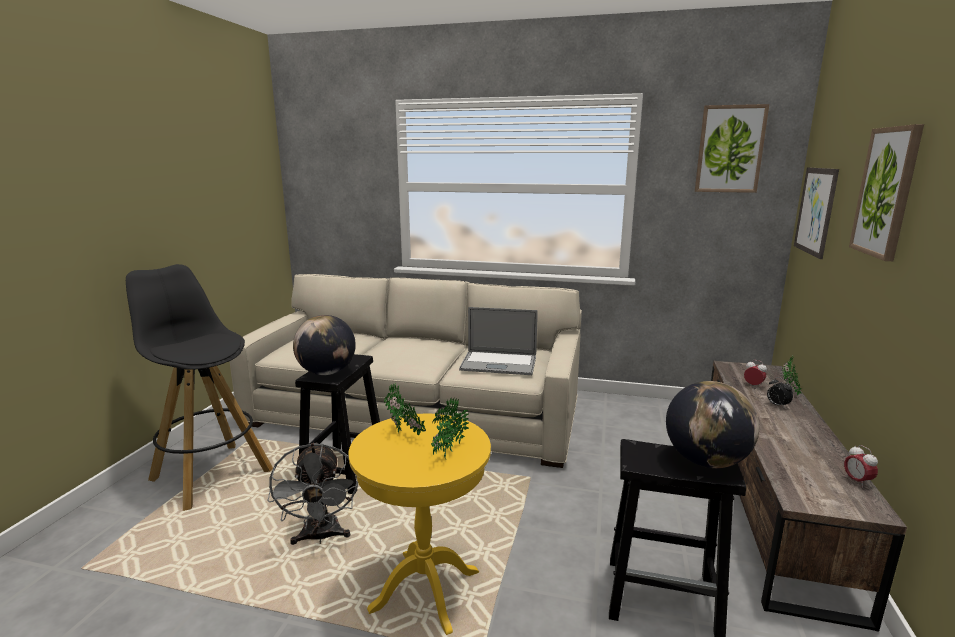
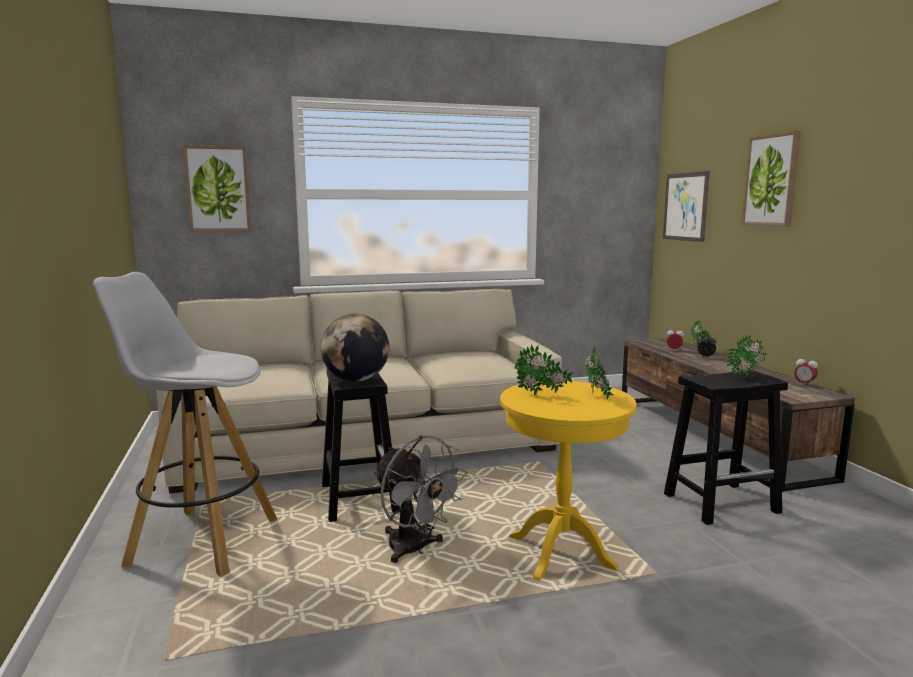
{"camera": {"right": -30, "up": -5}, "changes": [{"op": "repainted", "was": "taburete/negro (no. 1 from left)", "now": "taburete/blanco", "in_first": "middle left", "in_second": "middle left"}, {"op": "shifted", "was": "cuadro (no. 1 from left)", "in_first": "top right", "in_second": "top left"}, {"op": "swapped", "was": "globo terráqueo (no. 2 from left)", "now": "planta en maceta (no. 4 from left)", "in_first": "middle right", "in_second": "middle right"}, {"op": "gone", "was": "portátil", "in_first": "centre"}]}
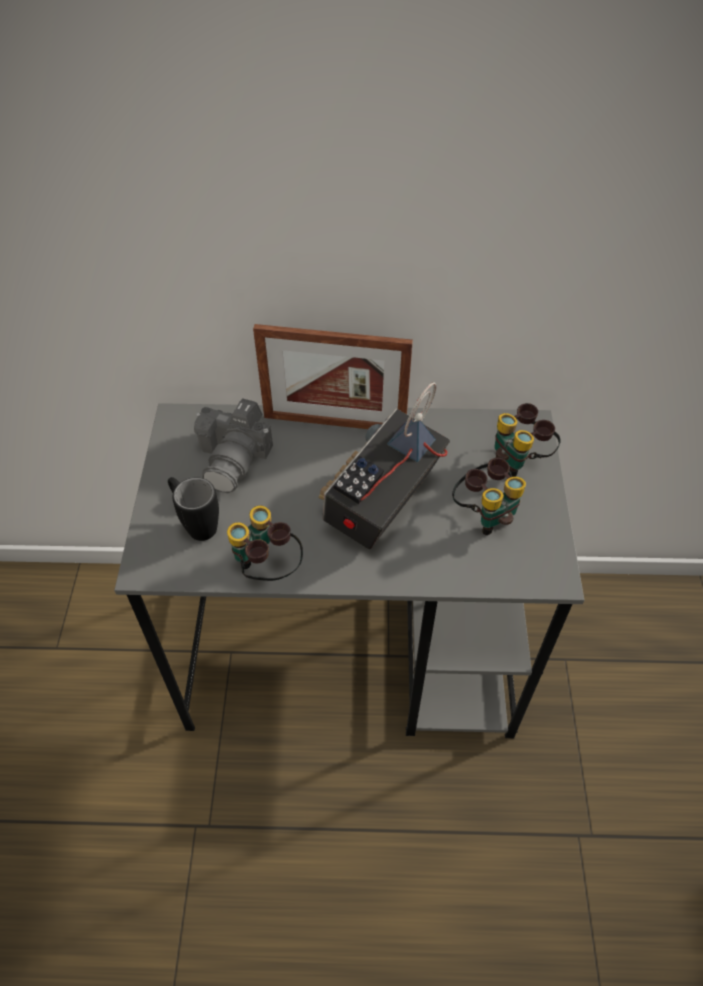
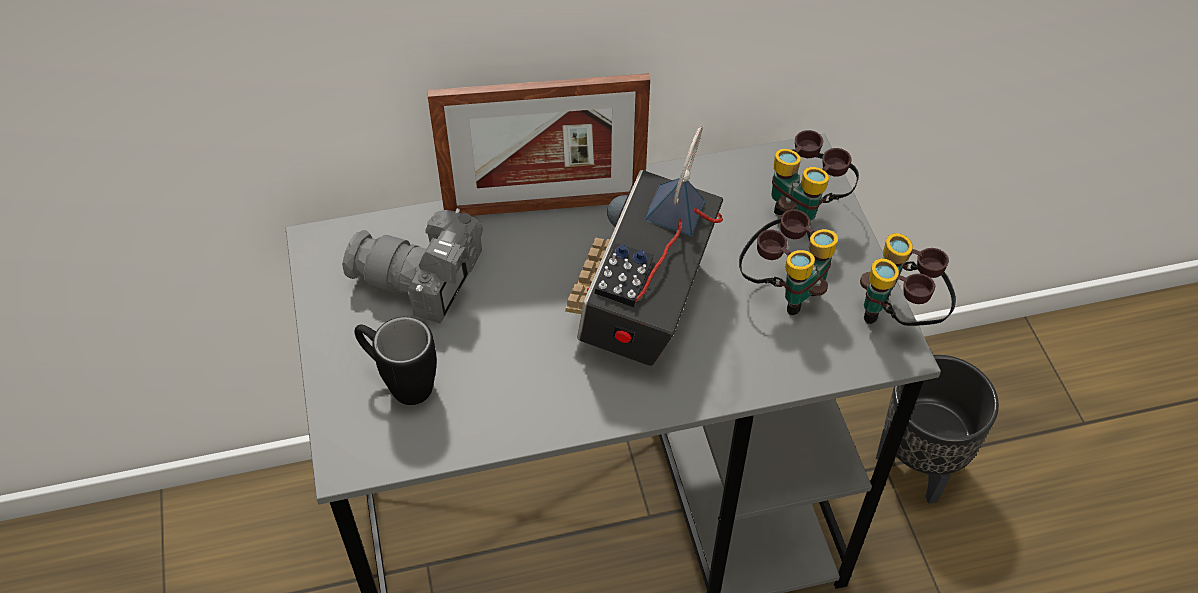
{"camera": {"right": -15, "up": 0}, "changes": [{"op": "rotated", "was": "cámara", "in_first": "middle left", "in_second": "centre", "clockwise": 105}, {"op": "shifted", "was": "prismáticos (no. 1 from left in the first image)", "now": "prismáticos (no. 3 from left)", "in_first": "centre", "in_second": "middle right"}, {"op": "new", "now": "maceta/negro", "in_second": "bottom right"}]}
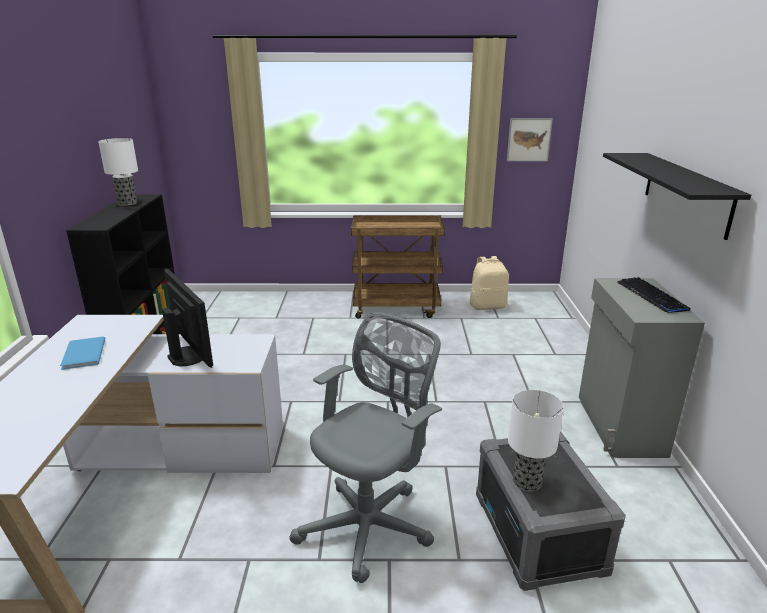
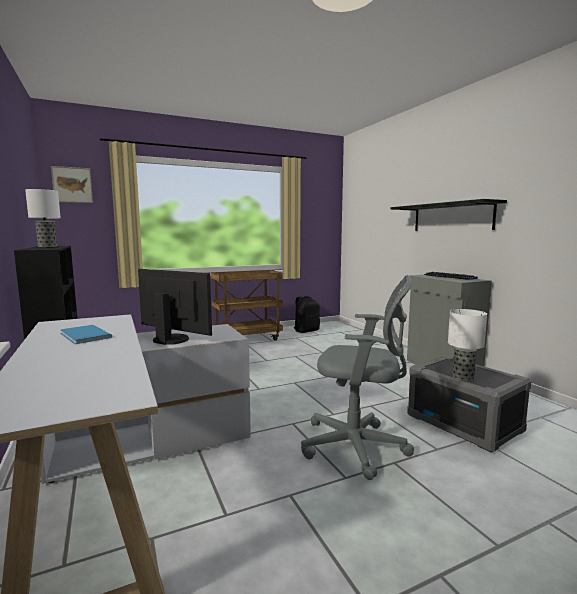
{"camera": {"right": -25, "up": -15}, "changes": [{"op": "shifted", "was": "cuadro", "in_first": "top right", "in_second": "top left"}, {"op": "repainted", "was": "mochila/beis", "now": "mochila/negro", "in_first": "centre", "in_second": "centre"}, {"op": "rotated", "was": "silla de oficina/gris", "in_first": "bottom centre", "in_second": "centre", "clockwise": 90}]}
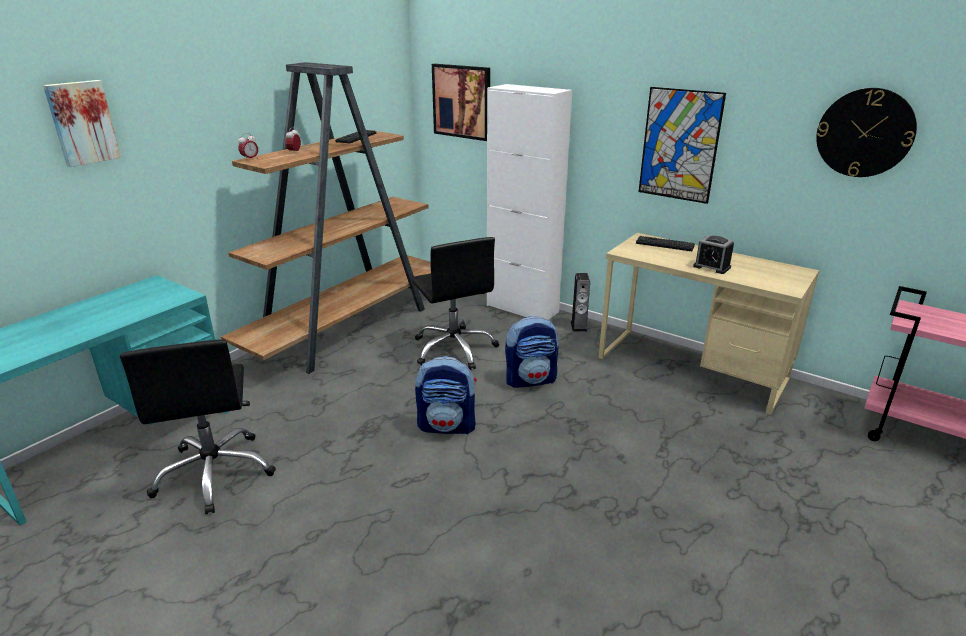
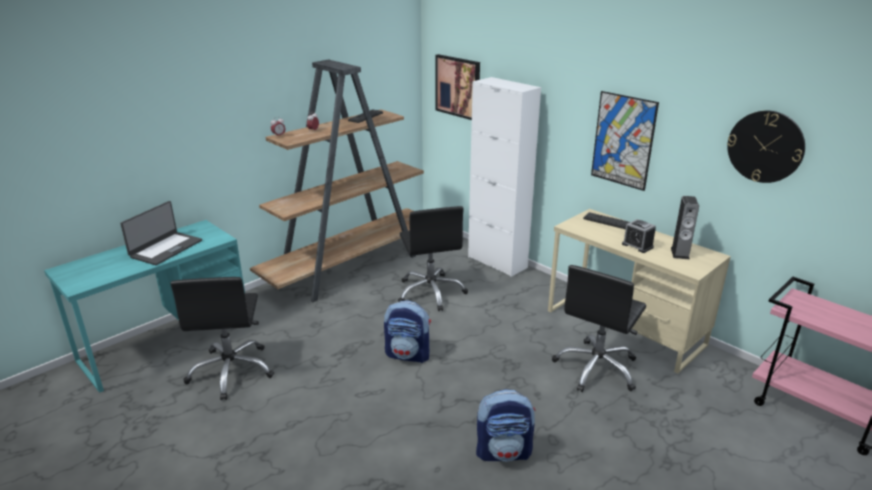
{"camera": {"right": 10, "up": 0}, "changes": [{"op": "new", "now": "portátil", "in_second": "middle left"}, {"op": "shifted", "was": "mochila (no. 2 from left)", "in_first": "centre", "in_second": "bottom centre"}, {"op": "new", "now": "silla de oficina/negro (no. 3 from left)", "in_second": "bottom right"}, {"op": "shifted", "was": "altavoz", "in_first": "centre", "in_second": "middle right"}, {"op": "gone", "was": "cuadro (no. 1 from left)", "in_first": "top left"}]}
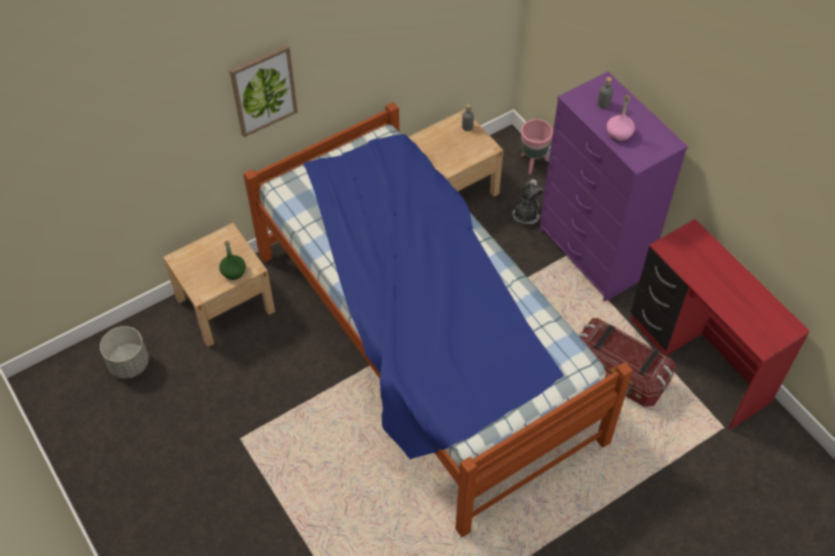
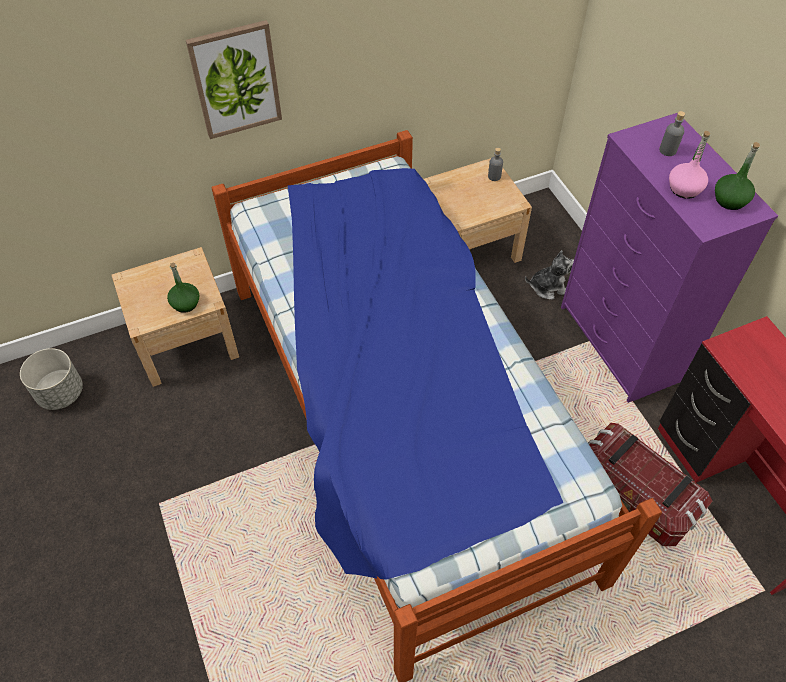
{"camera": {"right": 10, "up": 0}, "changes": [{"op": "rotated", "was": "peluche", "in_first": "centre", "in_second": "middle right", "clockwise": 60}, {"op": "new", "now": "botella/verde (no. 2 from left)", "in_second": "top right"}, {"op": "gone", "was": "maceta/rosa", "in_first": "top centre"}]}
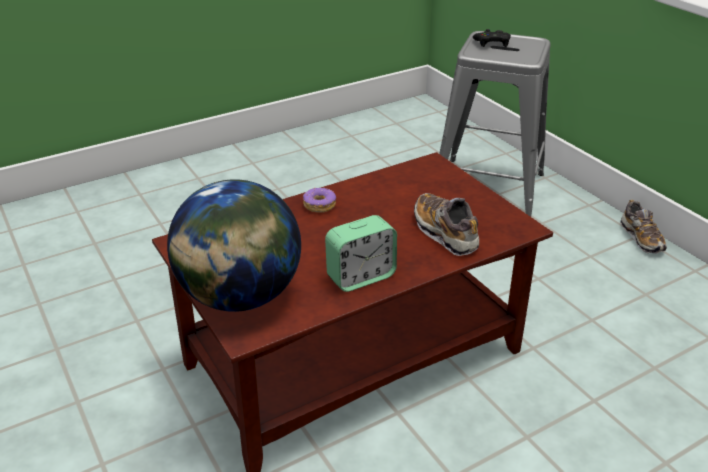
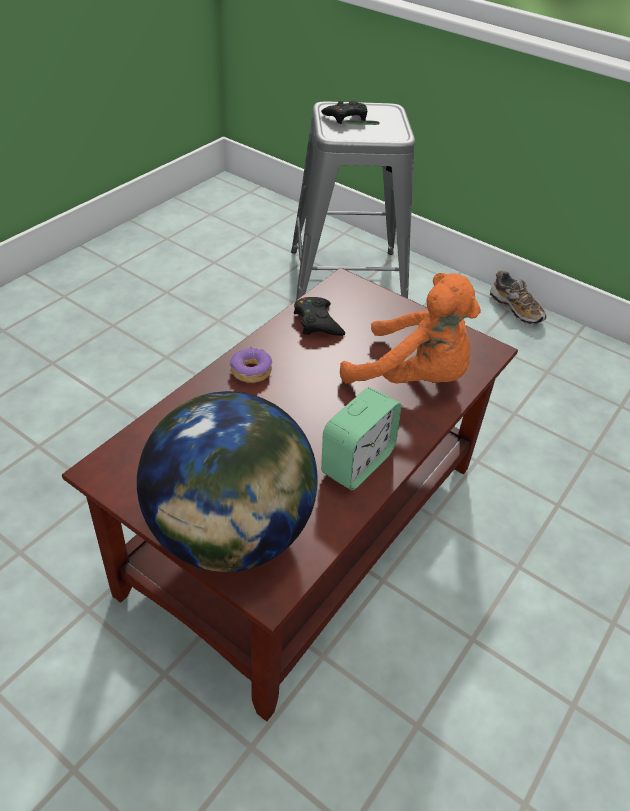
{"camera": {"right": -25, "up": 10}, "changes": [{"op": "new", "now": "mando de consola/negro (no. 1 from left)", "in_second": "centre"}, {"op": "swapped", "was": "zapato (no. 1 from left)", "now": "peluche/naranja", "in_first": "centre", "in_second": "centre"}]}
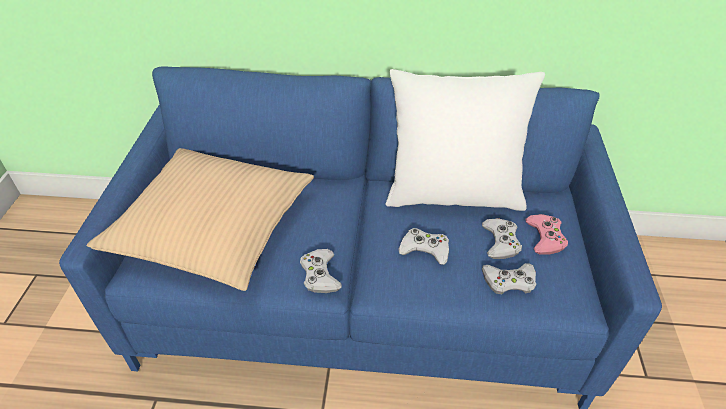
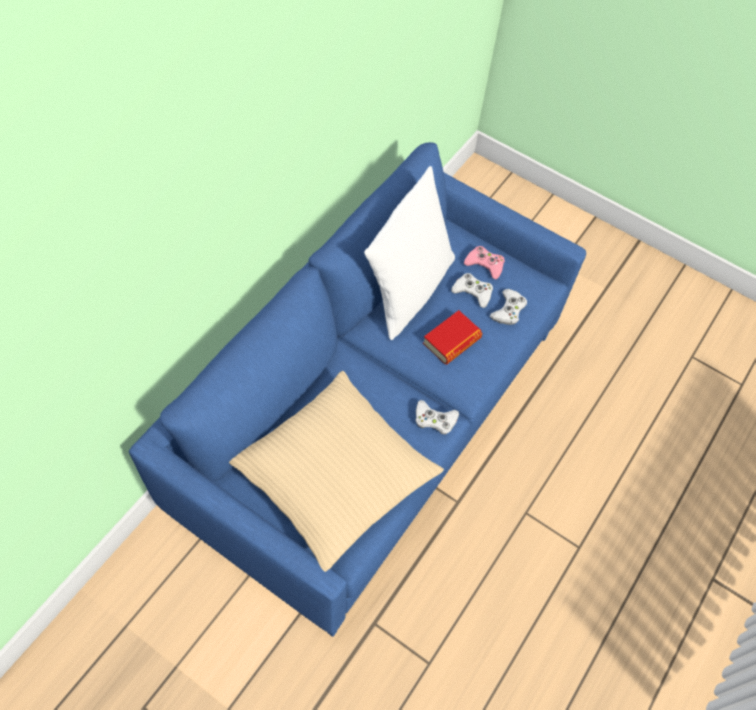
{"camera": {"right": -65, "up": 15}, "changes": [{"op": "swapped", "was": "mando de consola/blanco (no. 2 from left)", "now": "libro", "in_first": "centre", "in_second": "centre"}]}
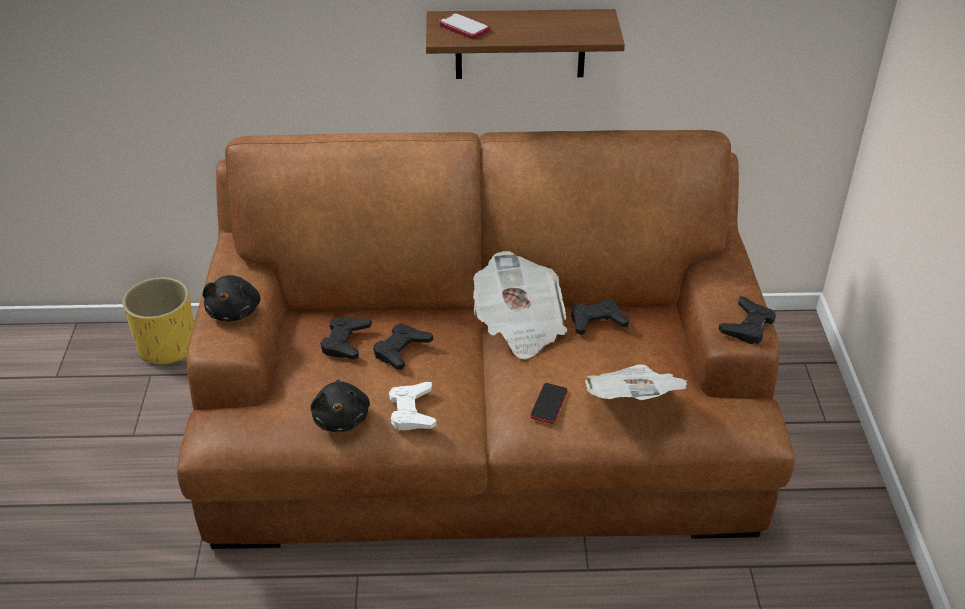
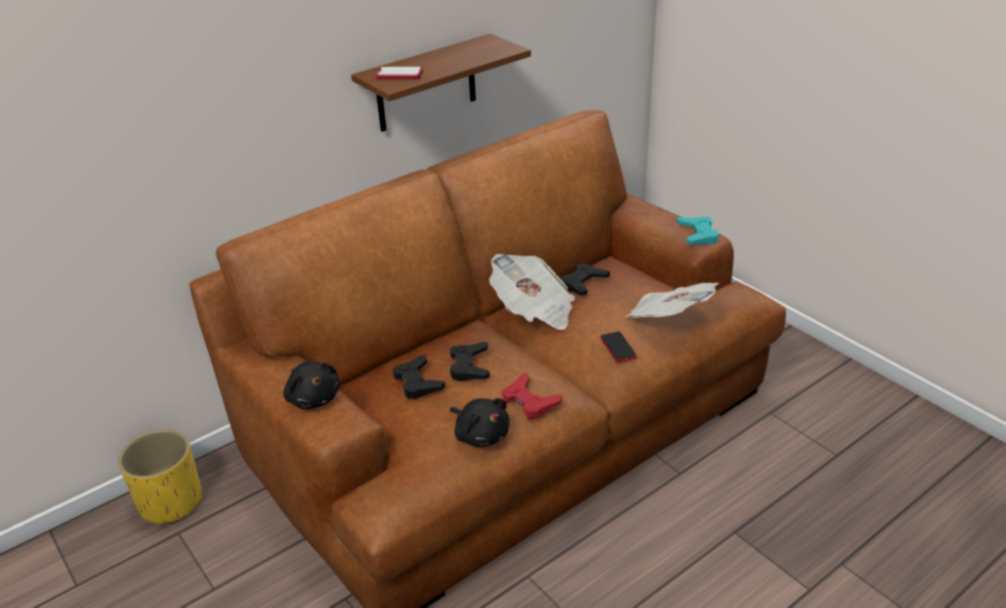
{"camera": {"right": -35, "up": -5}, "changes": [{"op": "repainted", "was": "mando de consola/blanco", "now": "mando de consola/rojo", "in_first": "bottom centre", "in_second": "centre"}, {"op": "repainted", "was": "mando de consola/negro (no. 4 from left)", "now": "mando de consola/turquesa", "in_first": "middle right", "in_second": "middle right"}]}
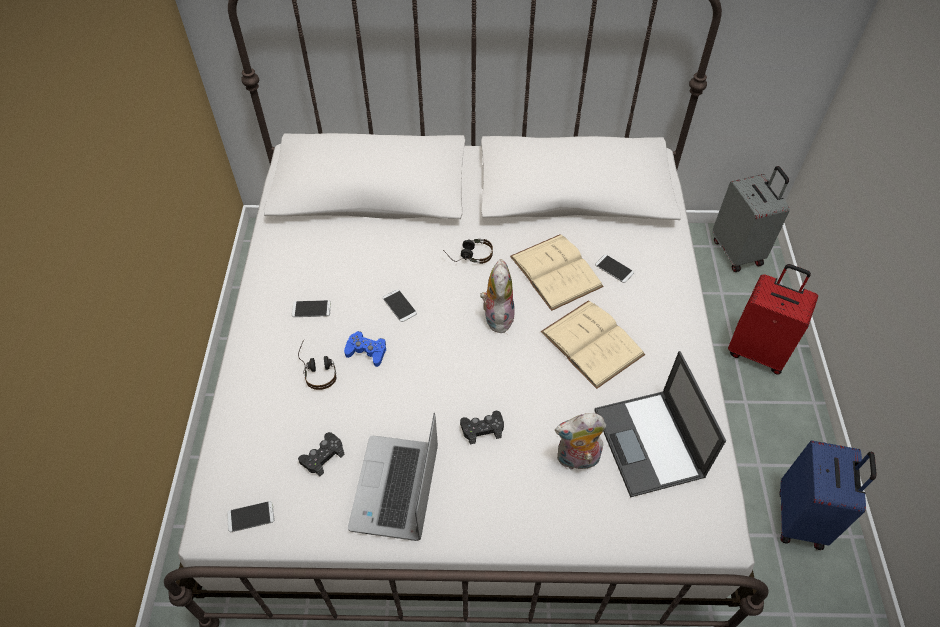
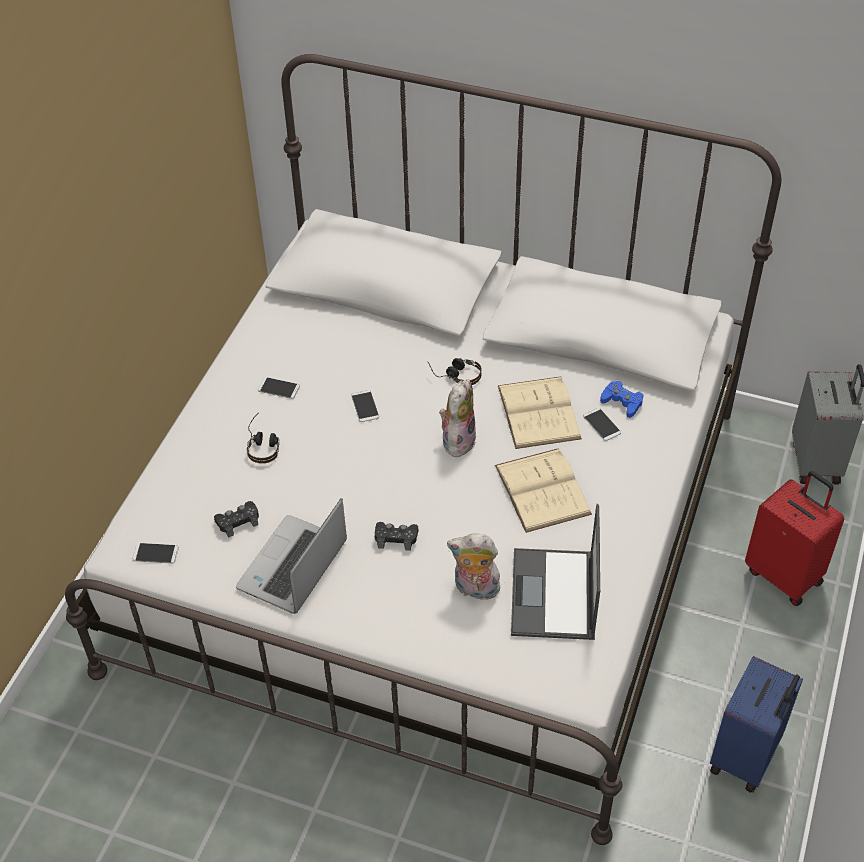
{"camera": {"right": 20, "up": -5}, "changes": [{"op": "shifted", "was": "mando de consola/azul", "in_first": "centre", "in_second": "middle right"}]}
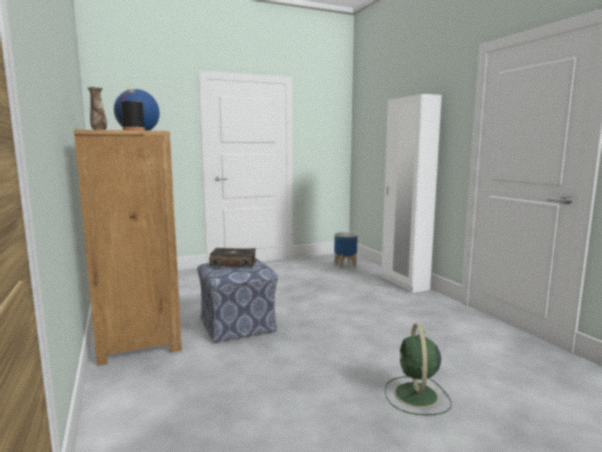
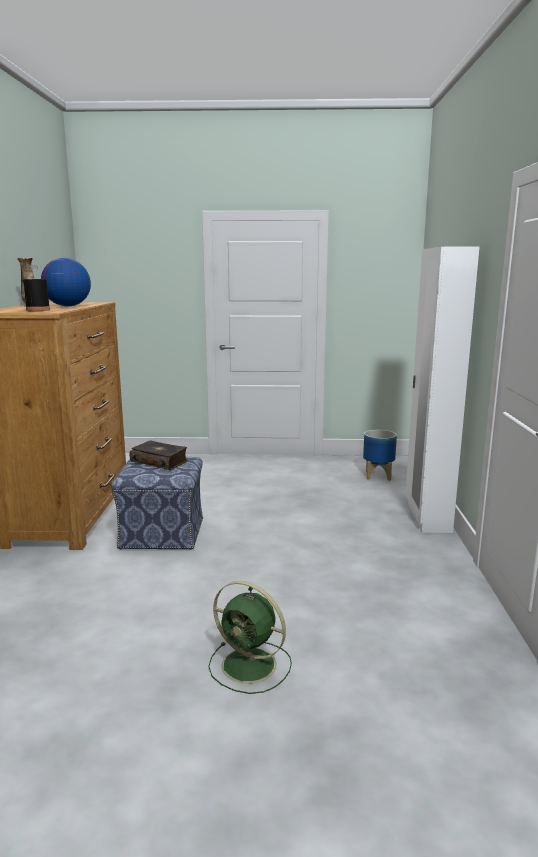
{"camera": {"right": 25, "up": 5}, "changes": [{"op": "rotated", "was": "ventilador/verde", "in_first": "bottom right", "in_second": "bottom centre", "clockwise": -90}]}
